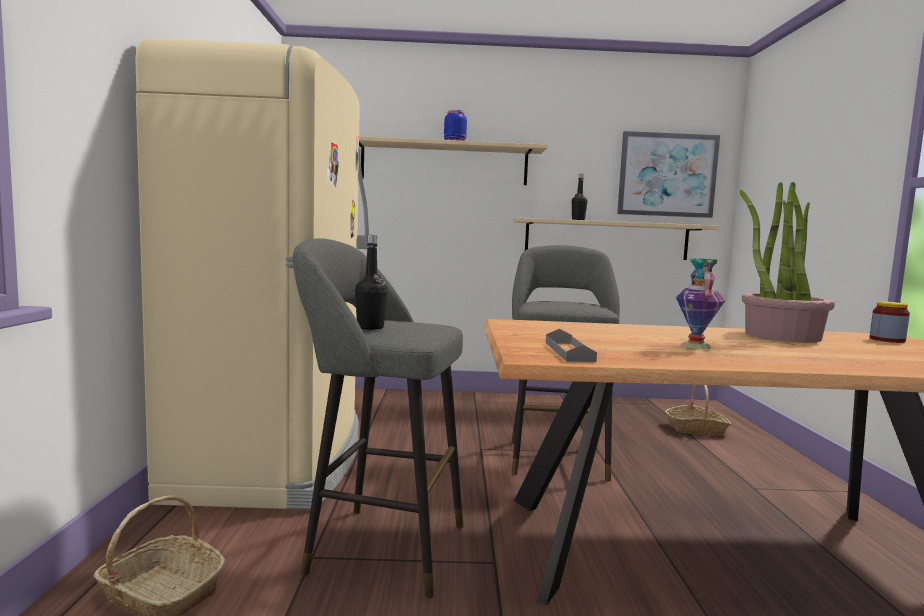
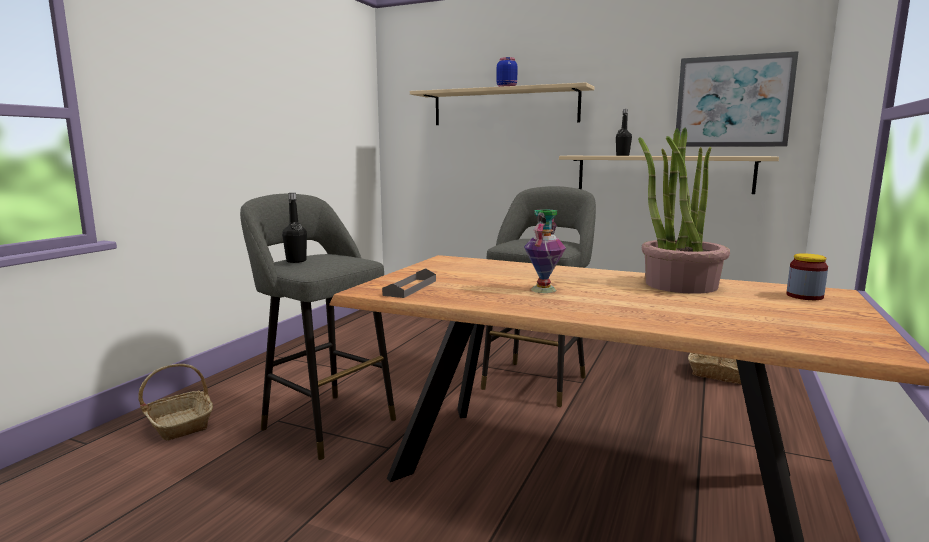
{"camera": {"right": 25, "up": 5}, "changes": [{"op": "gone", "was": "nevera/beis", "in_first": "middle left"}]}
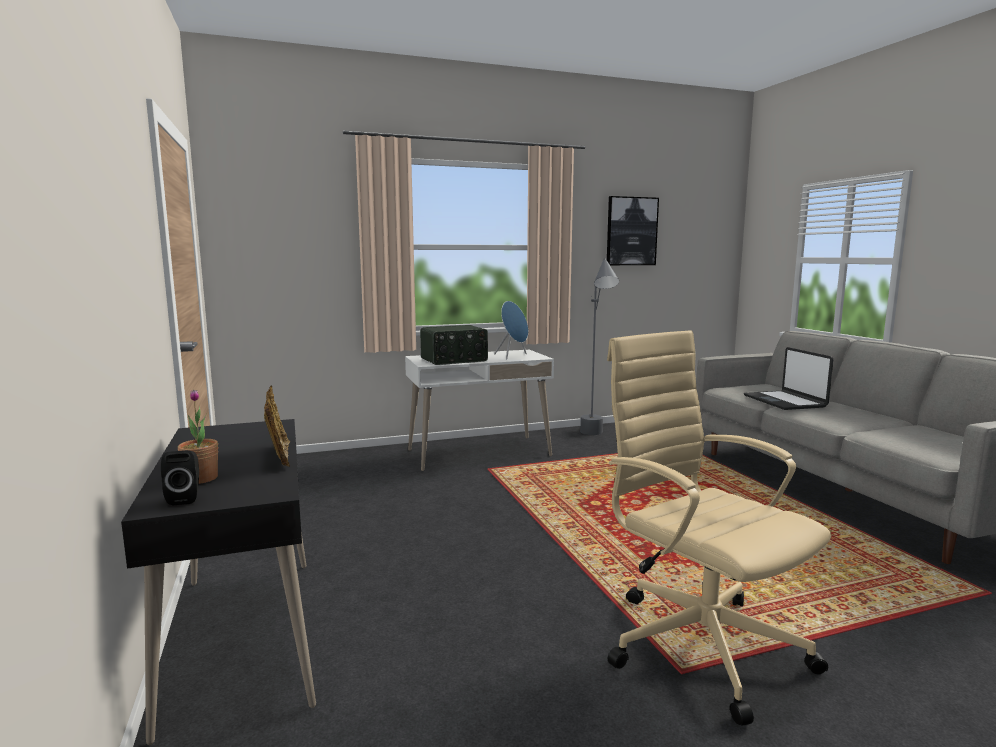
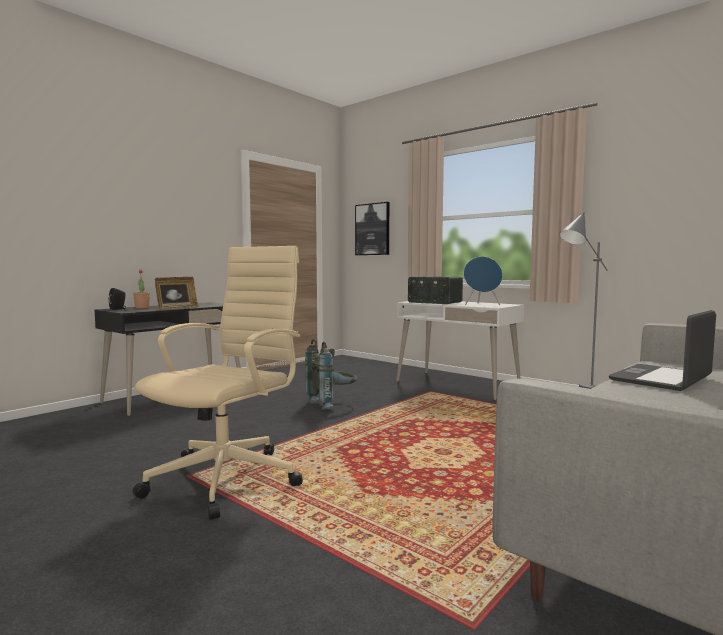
{"camera": {"right": 60, "up": -5}, "changes": [{"op": "new", "now": "mochila/gris", "in_second": "centre"}, {"op": "shifted", "was": "cuadro", "in_first": "top centre", "in_second": "centre"}]}
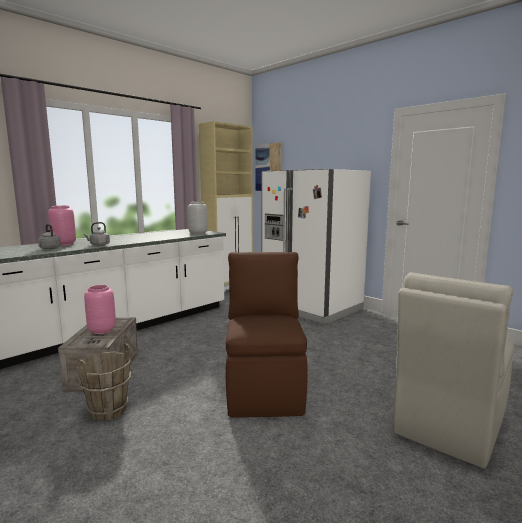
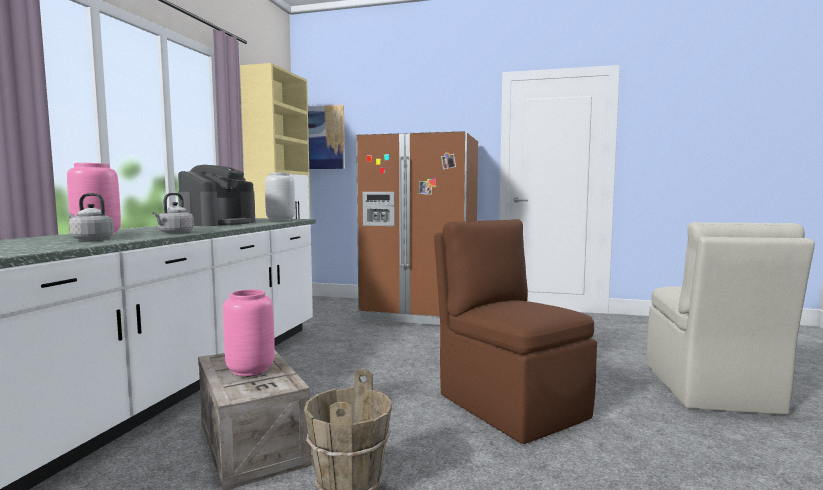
{"camera": {"right": -30, "up": -5}, "changes": [{"op": "new", "now": "cafetera", "in_second": "middle left"}, {"op": "repainted", "was": "nevera/blanco", "now": "nevera/marrón", "in_first": "centre", "in_second": "centre"}]}
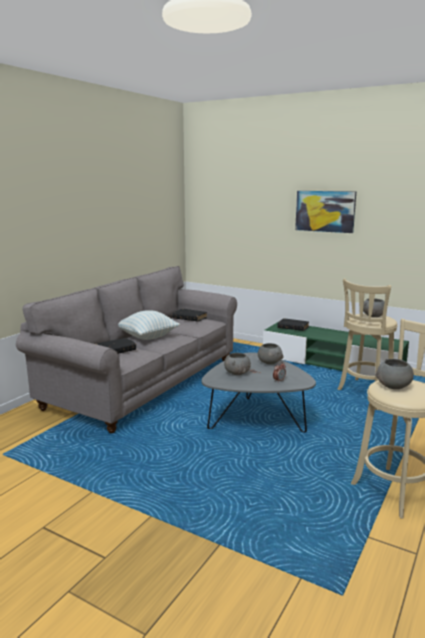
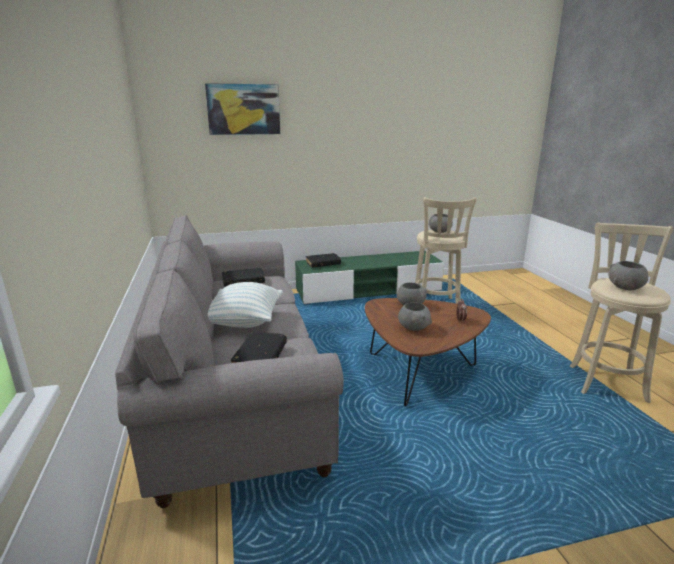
{"camera": {"right": -45, "up": 5}, "changes": [{"op": "shifted", "was": "cuadro", "in_first": "top right", "in_second": "top centre"}, {"op": "repainted", "was": "mesa de centro/gris", "now": "mesa de centro/marrón", "in_first": "centre", "in_second": "centre"}]}
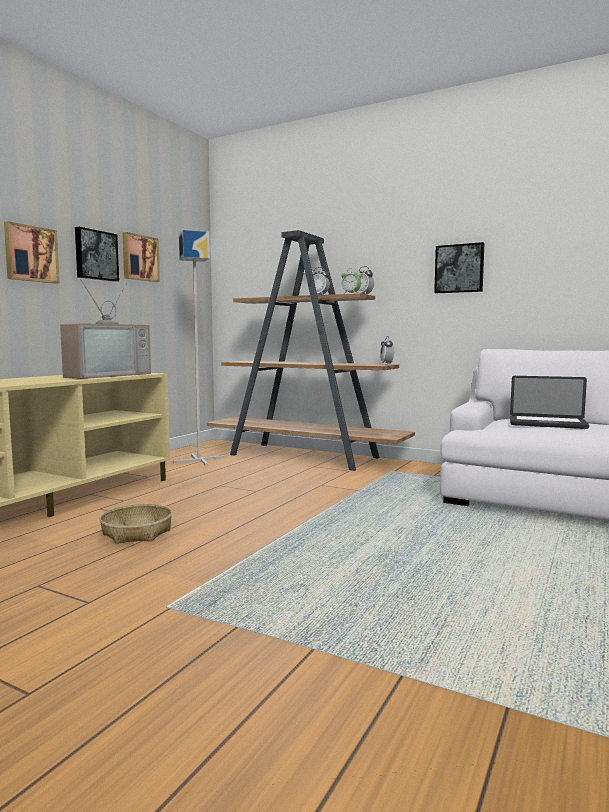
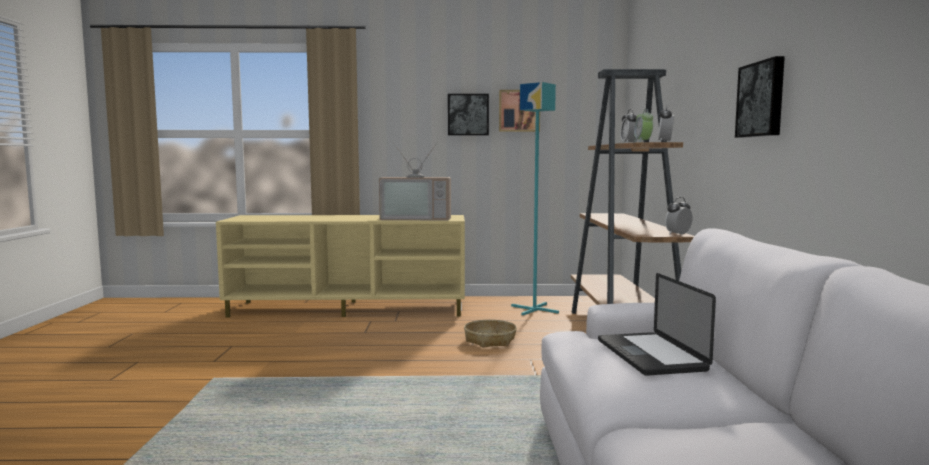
{"camera": {"right": 60, "up": 0}, "changes": [{"op": "shifted", "was": "cesta", "in_first": "middle left", "in_second": "bottom centre"}, {"op": "repainted", "was": "lámpara de pie/gris", "now": "lámpara de pie/turquesa", "in_first": "middle left", "in_second": "centre"}, {"op": "gone", "was": "cuadro (no. 1 from left)", "in_first": "top left"}]}
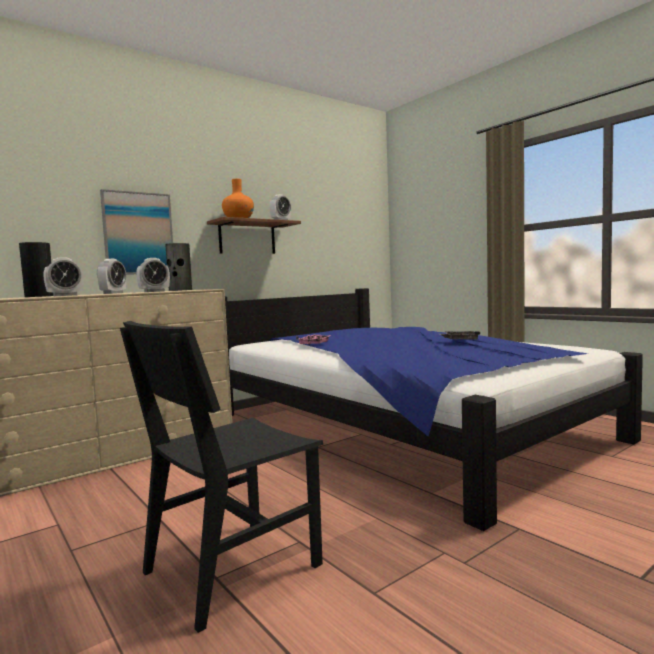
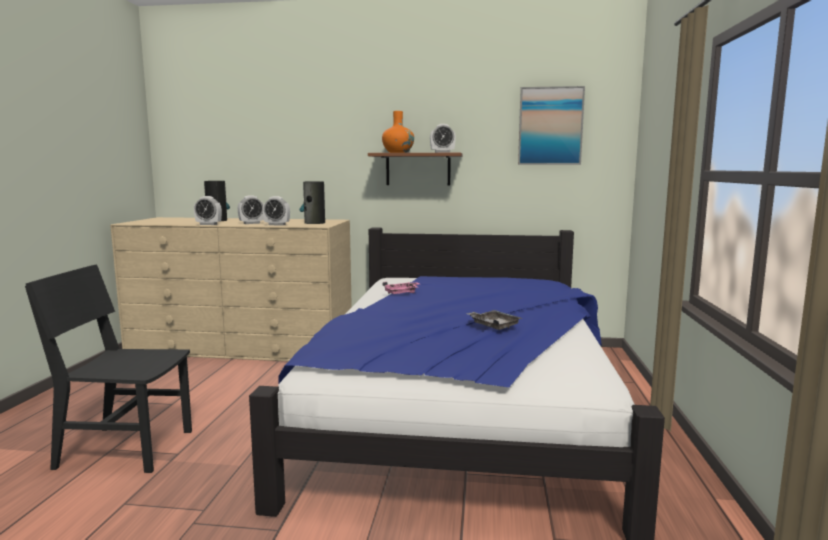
{"camera": {"right": 45, "up": 5}, "changes": [{"op": "shifted", "was": "cuadro", "in_first": "middle left", "in_second": "top centre"}]}
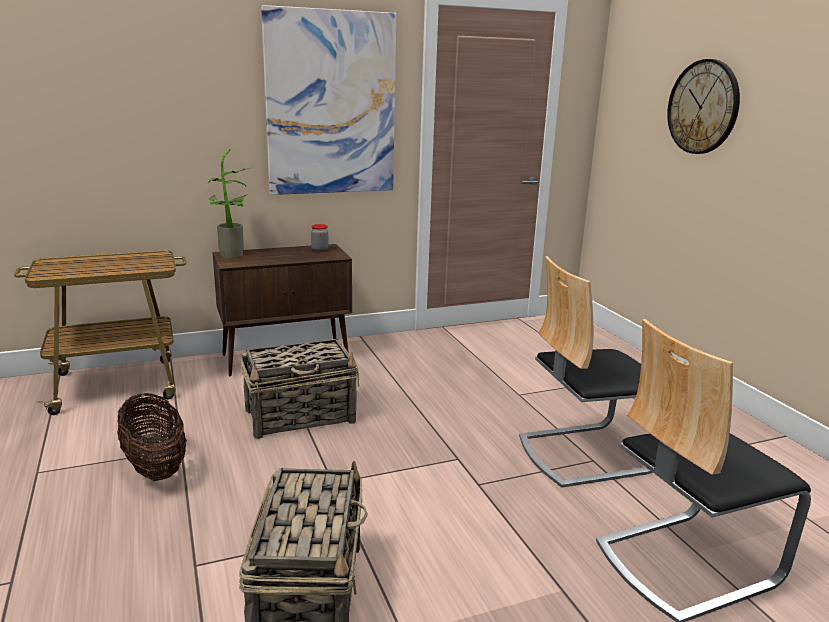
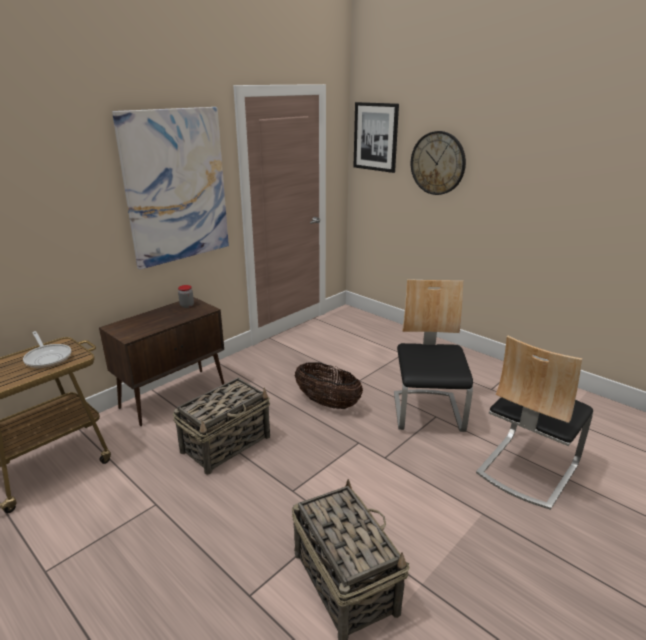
{"camera": {"right": -25, "up": 5}, "changes": [{"op": "new", "now": "sartén", "in_second": "middle left"}, {"op": "shifted", "was": "cesta (no. 1 from left in the first image)", "now": "cesta (no. 2 from left)", "in_first": "bottom left", "in_second": "centre"}, {"op": "new", "now": "cuadro (no. 2 from left)", "in_second": "top centre"}, {"op": "rotated", "was": "silla (no. 1 from left)", "in_first": "middle right", "in_second": "middle right", "clockwise": 135}, {"op": "gone", "was": "planta en maceta", "in_first": "top left"}]}
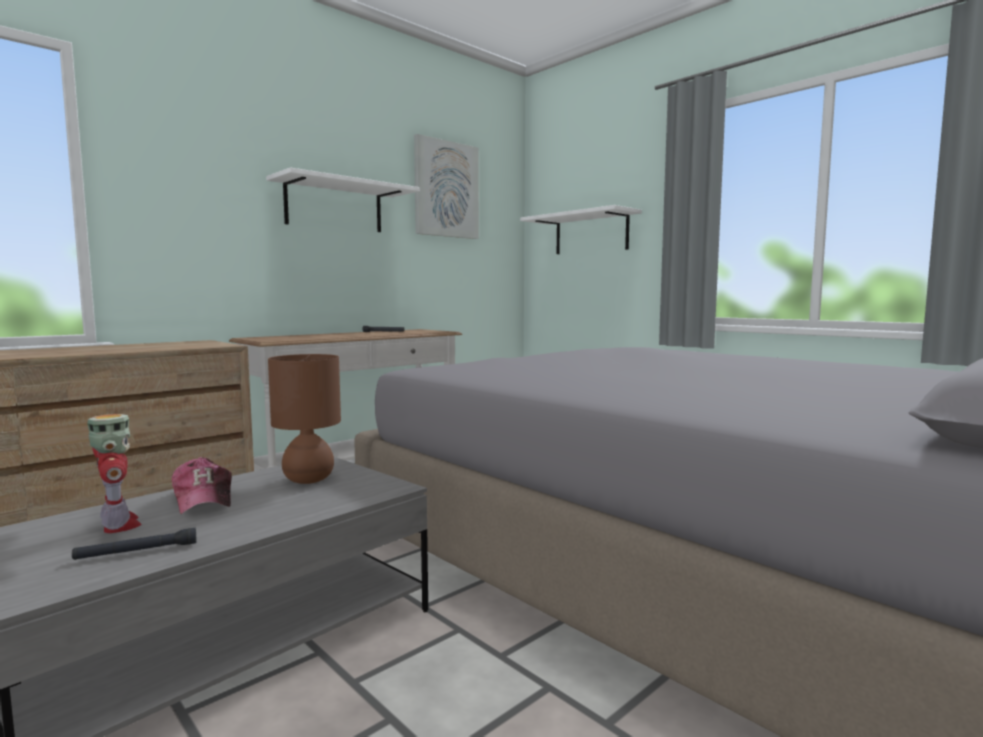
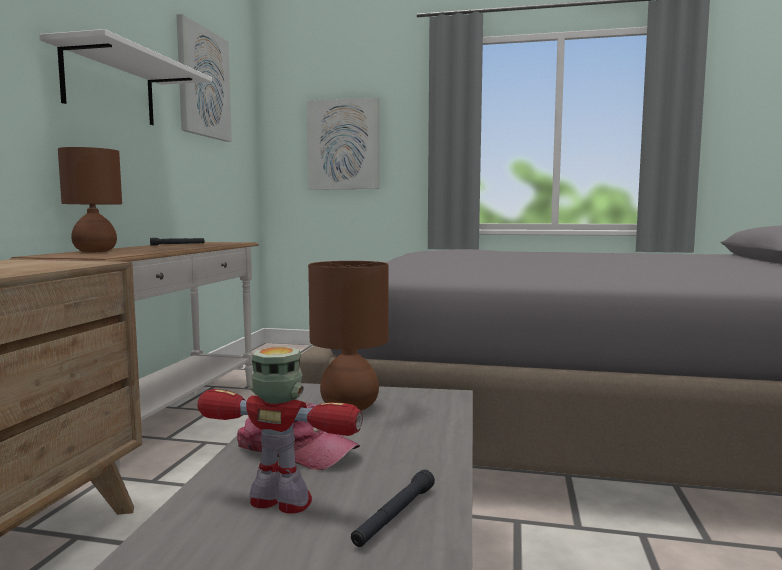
{"camera": {"right": -35, "up": 0}, "changes": [{"op": "new", "now": "lámpara de mesa/marrón (no. 1 from left)", "in_second": "middle left"}, {"op": "swapped", "was": "estante/blanco (no. 2 from left)", "now": "cuadro (no. 2 from left)", "in_first": "top centre", "in_second": "top centre"}]}
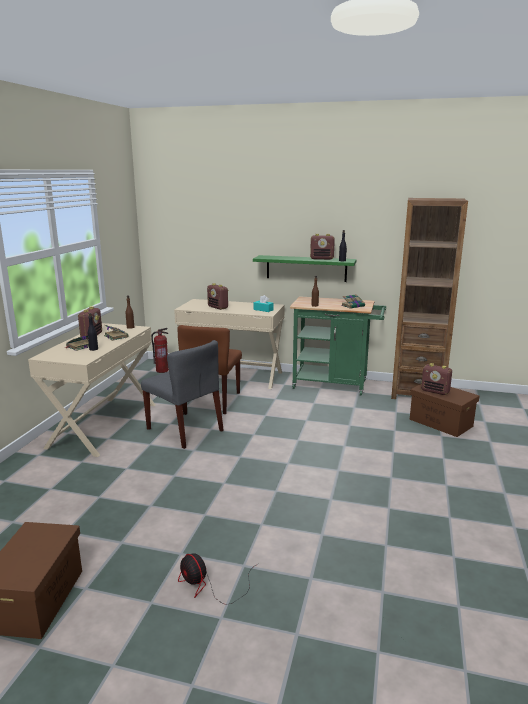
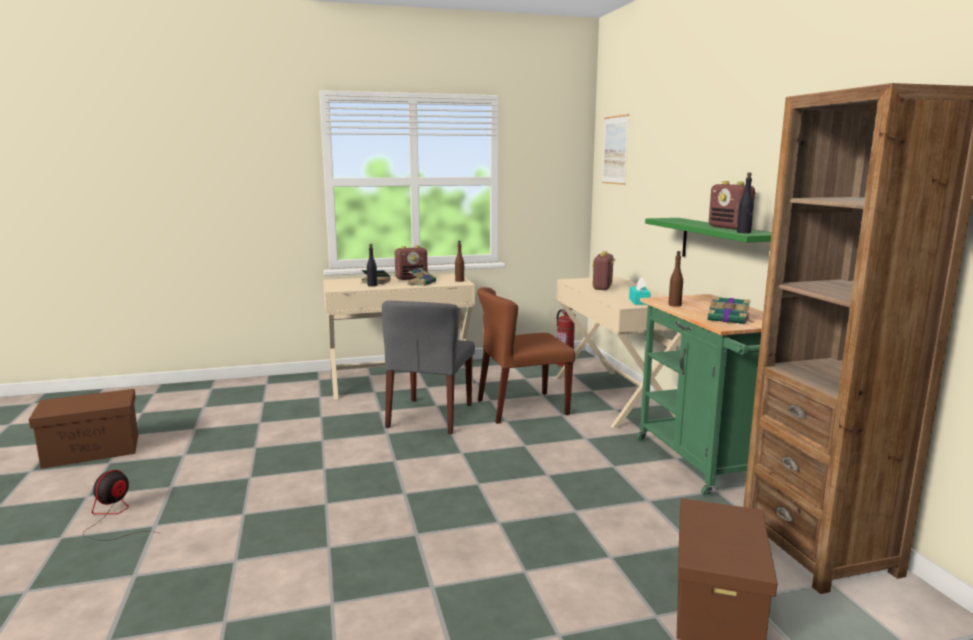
{"camera": {"right": 60, "up": -5}, "changes": [{"op": "new", "now": "cuadro", "in_second": "top centre"}, {"op": "gone", "was": "radio (no. 4 from left)", "in_first": "middle right"}]}
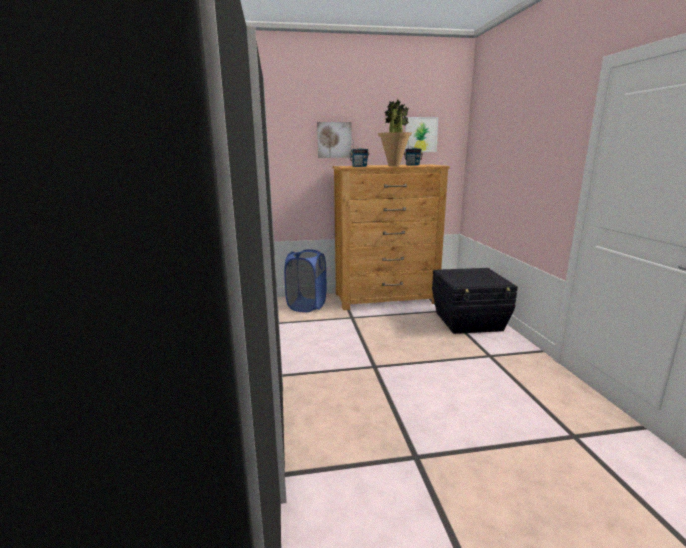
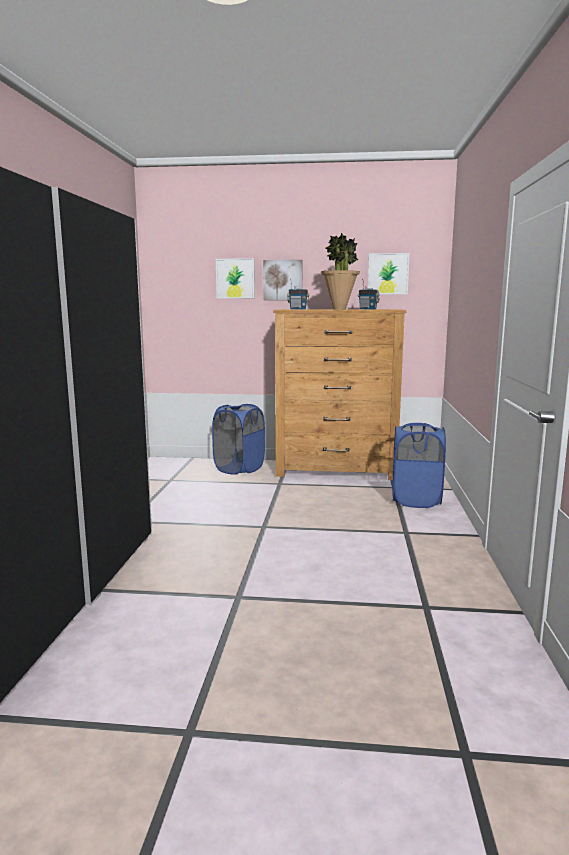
{"camera": {"right": 15, "up": -5}, "changes": [{"op": "new", "now": "cuadro (no. 1 from left)", "in_second": "top centre"}, {"op": "swapped", "was": "caja de almacenaje/negro", "now": "cesto de la ropa/azul (no. 2 from left)", "in_first": "middle right", "in_second": "middle right"}]}
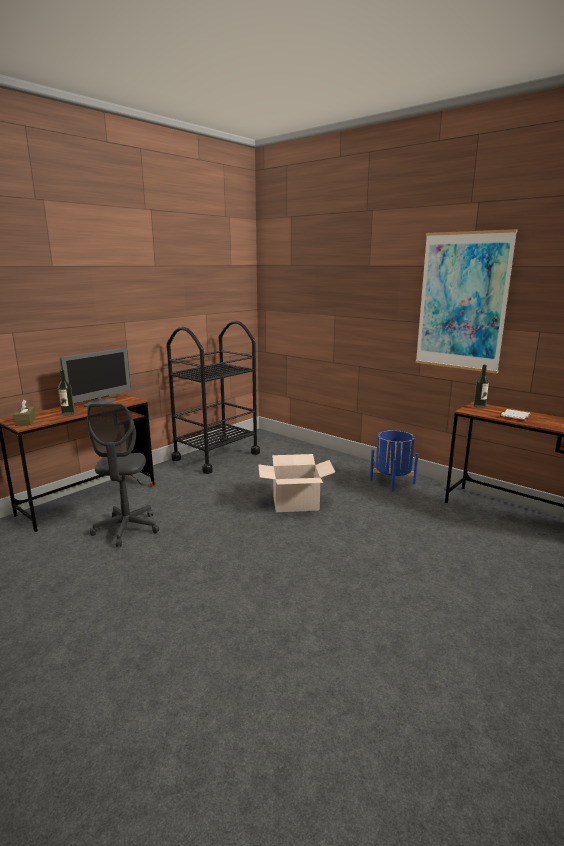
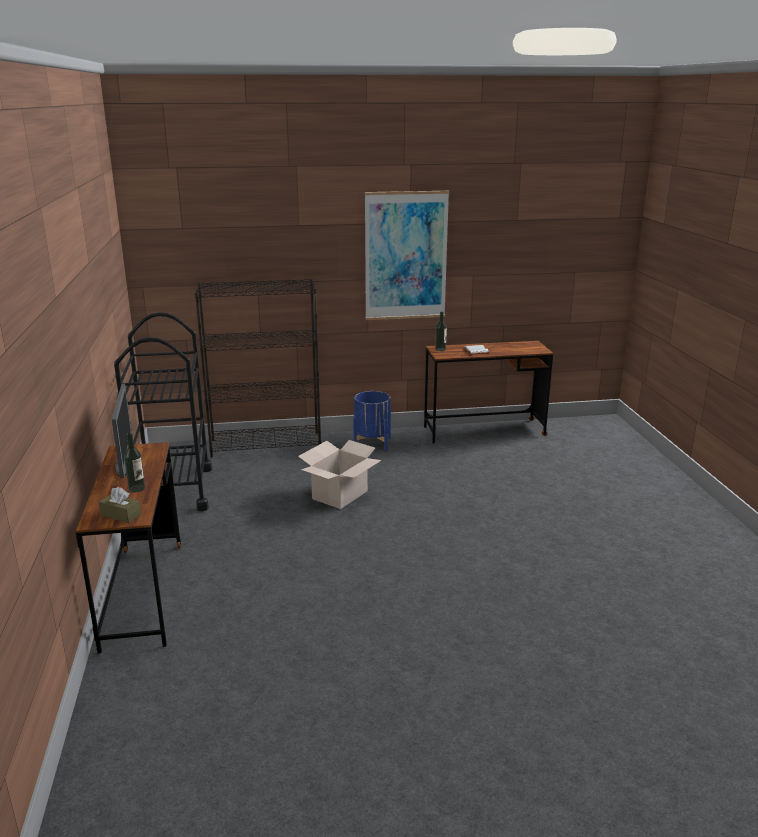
{"camera": {"right": -50, "up": 5}, "changes": [{"op": "new", "now": "estantería/negro", "in_second": "centre"}, {"op": "gone", "was": "silla de oficina/gris", "in_first": "middle left"}]}
